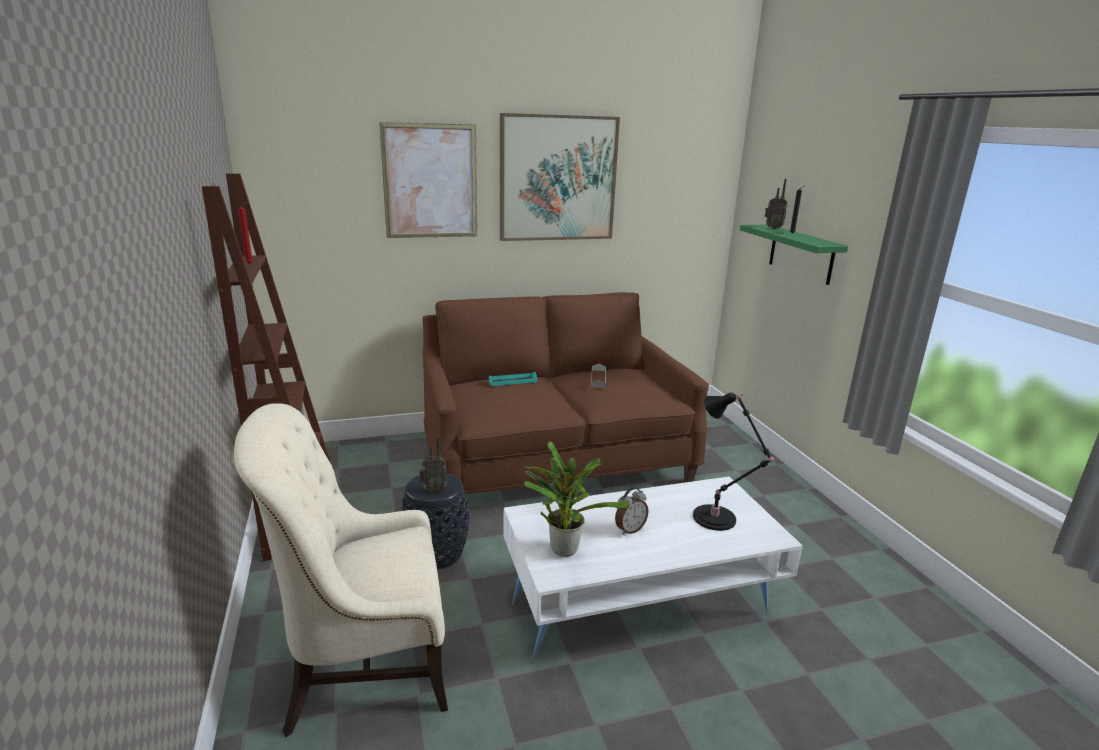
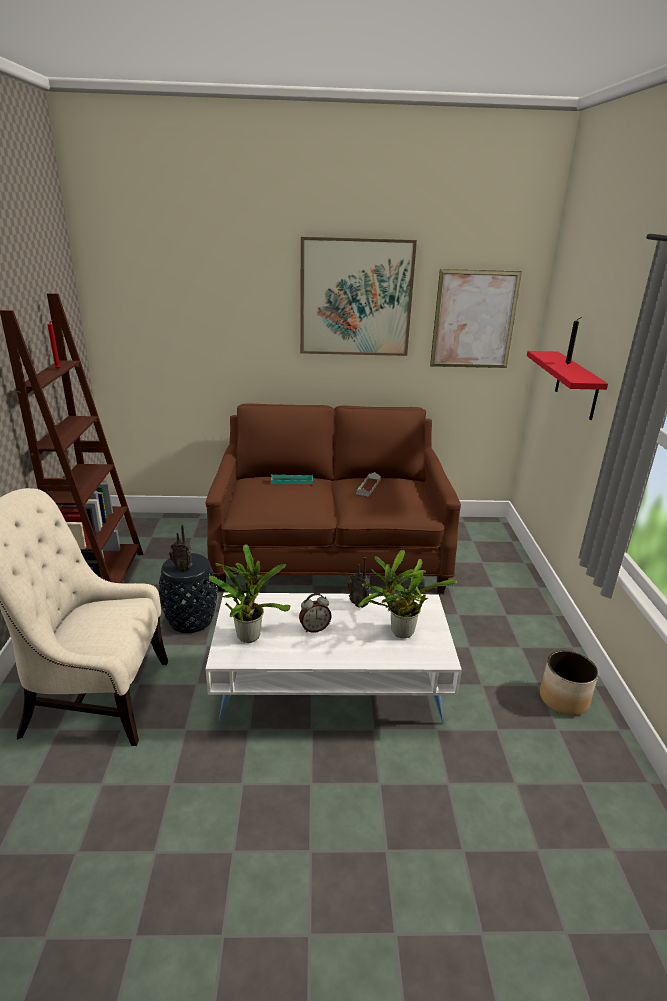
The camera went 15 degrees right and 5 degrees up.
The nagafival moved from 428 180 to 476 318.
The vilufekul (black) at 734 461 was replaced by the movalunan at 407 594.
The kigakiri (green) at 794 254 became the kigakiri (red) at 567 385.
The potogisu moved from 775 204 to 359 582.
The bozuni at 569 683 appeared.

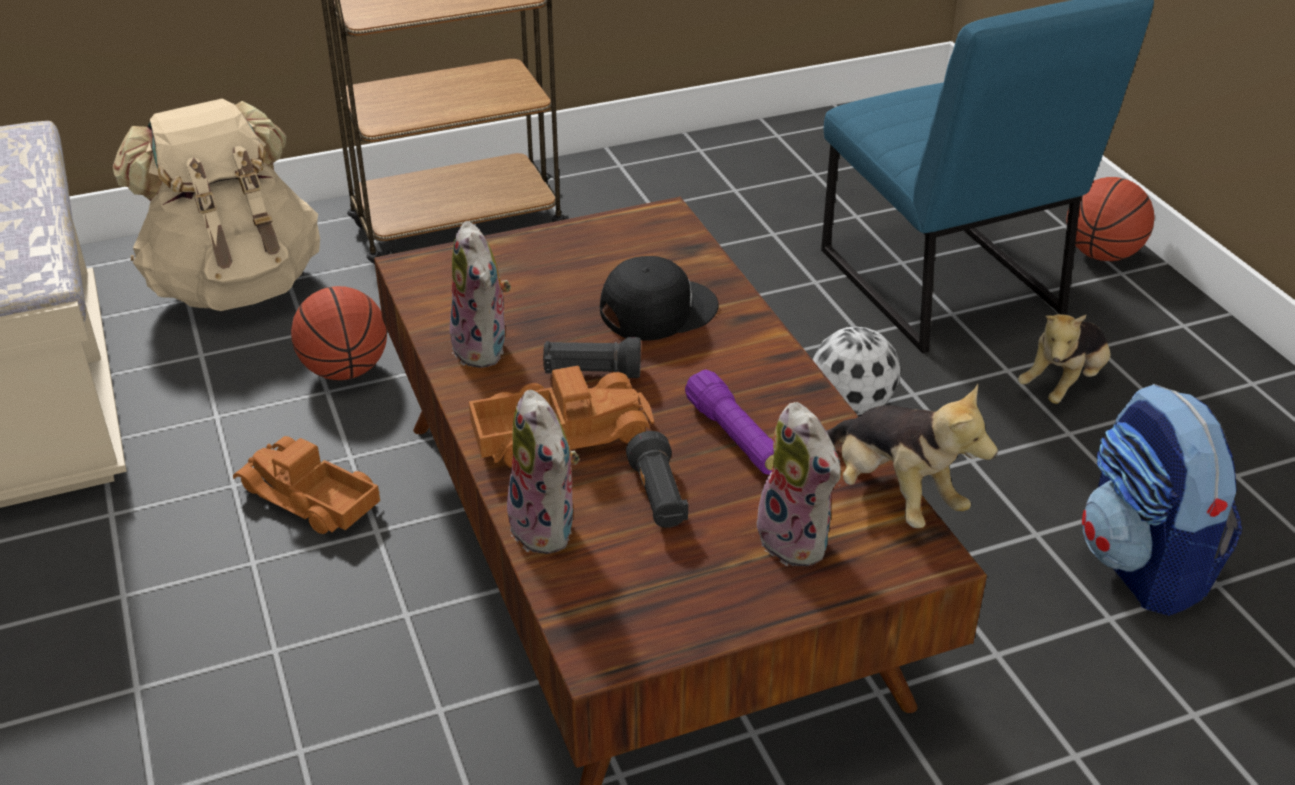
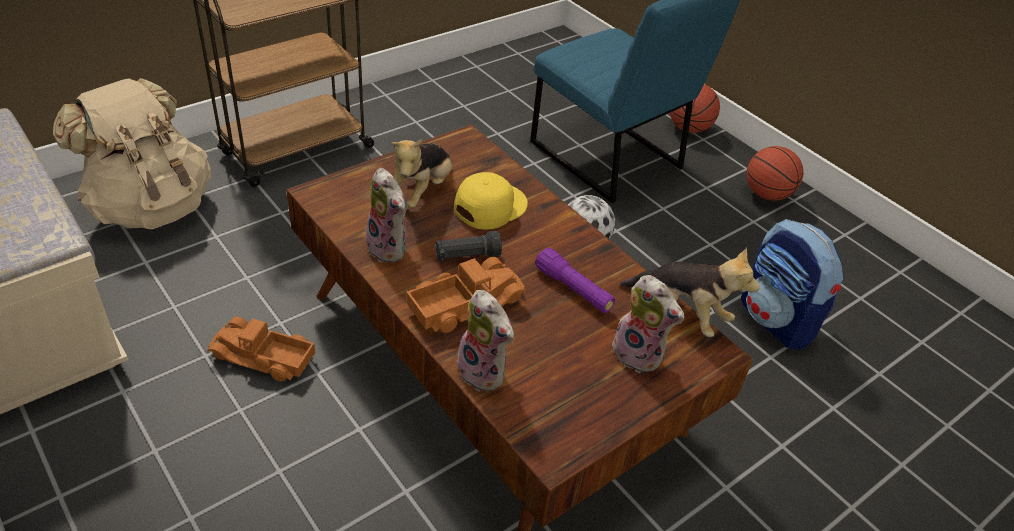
The camera went 20 degrees left and 5 degrees up.
The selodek moved from 339 333 to 775 173.
The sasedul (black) at 659 298 became the sasedul (yellow) at 491 200.
The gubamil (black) at 657 479 disappeared.
The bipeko moved from 1064 359 to 422 173.

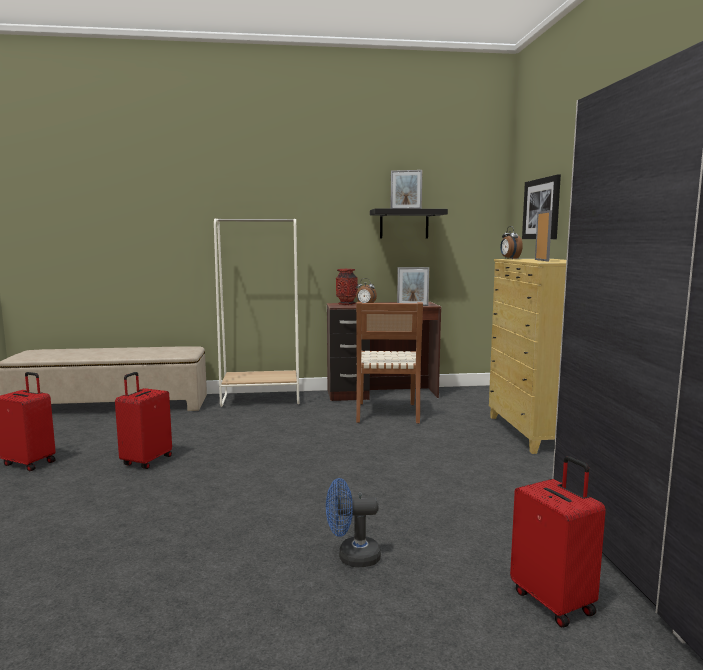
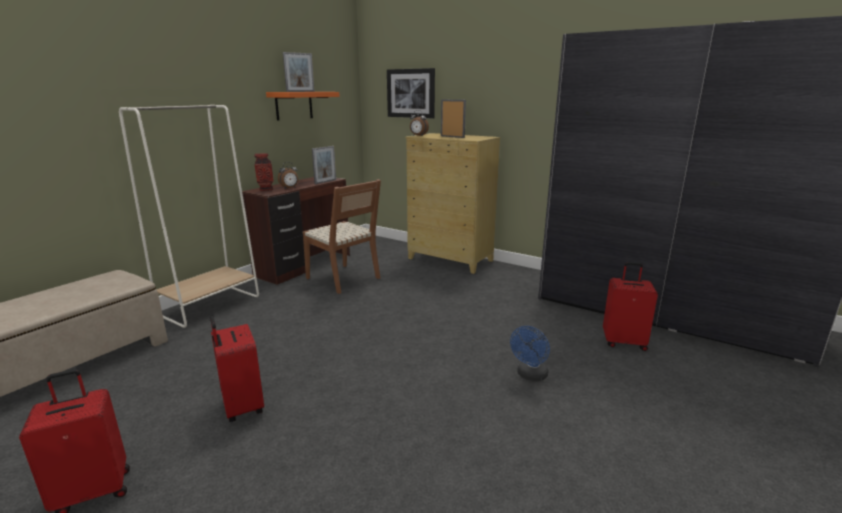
The camera went 50 degrees left and 10 degrees up.
The kigakiri (black) at 409 223 became the kigakiri (orange) at 303 106.

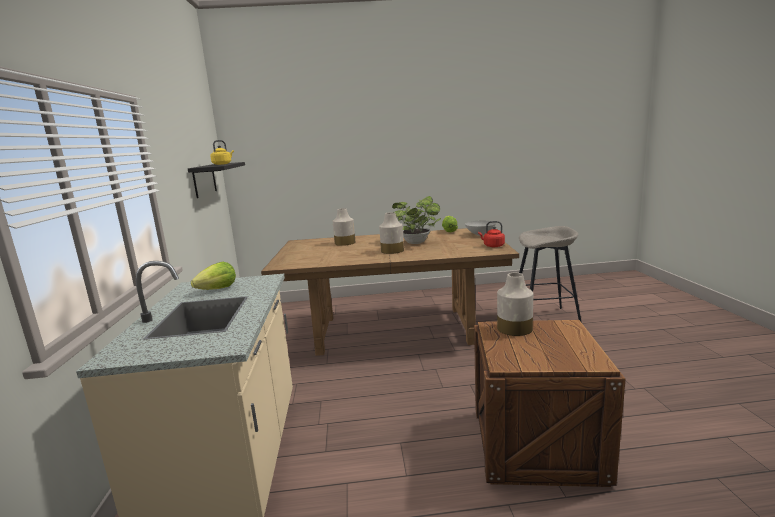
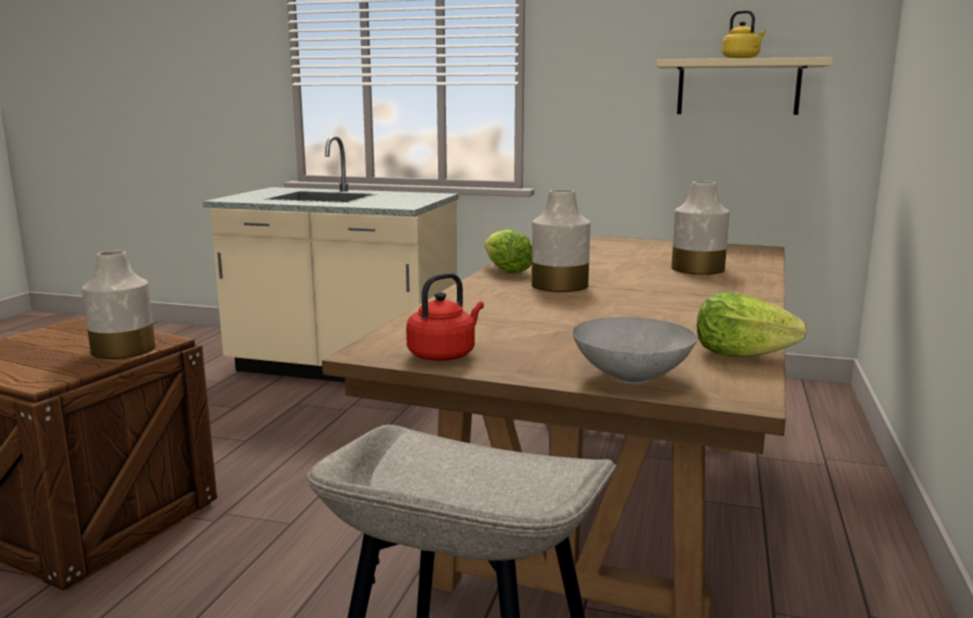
The camera went 110 degrees right and 0 degrees up.
The kigakiri (black) at 216 180 became the kigakiri (beige) at 744 86.
The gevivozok moved from 213 276 to 508 251.
The movalunan at 416 220 disappeared.

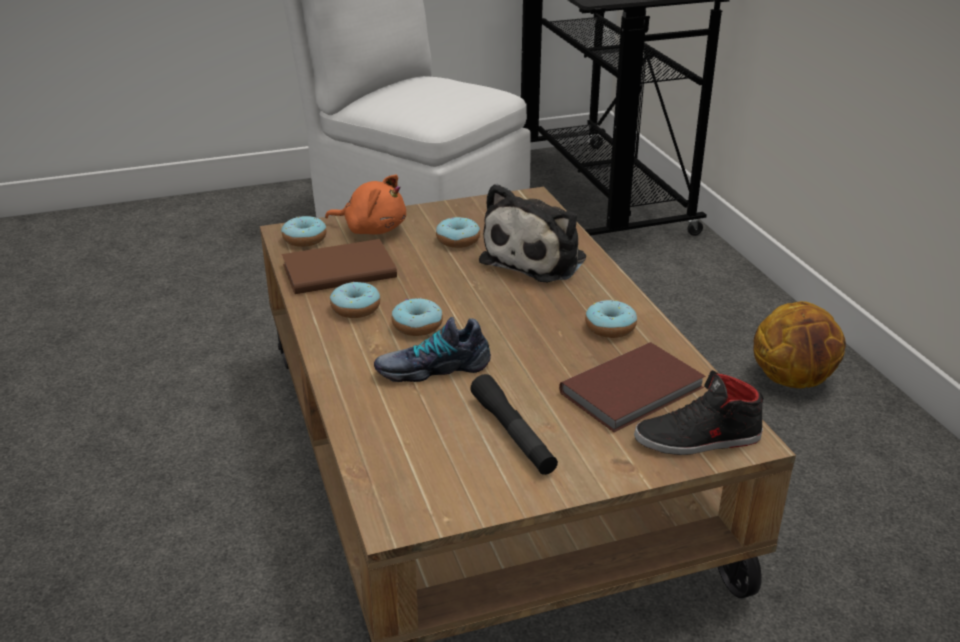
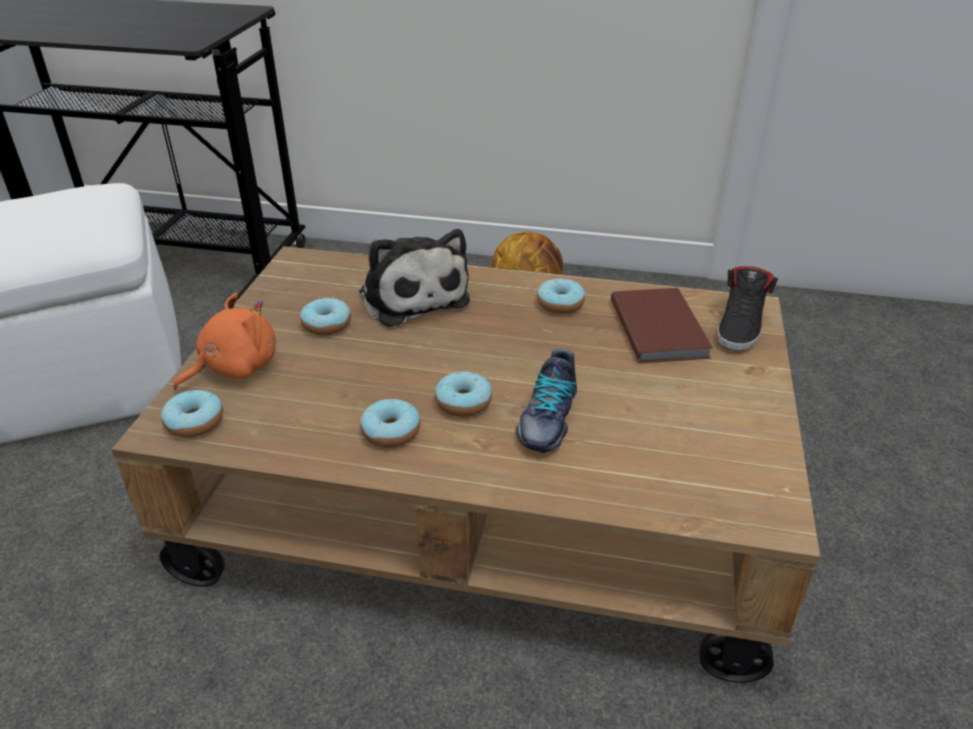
The camera went 60 degrees left and 5 degrees up.
The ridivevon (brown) at 339 266 disappeared.
The gubamil (black) at 514 424 disappeared.

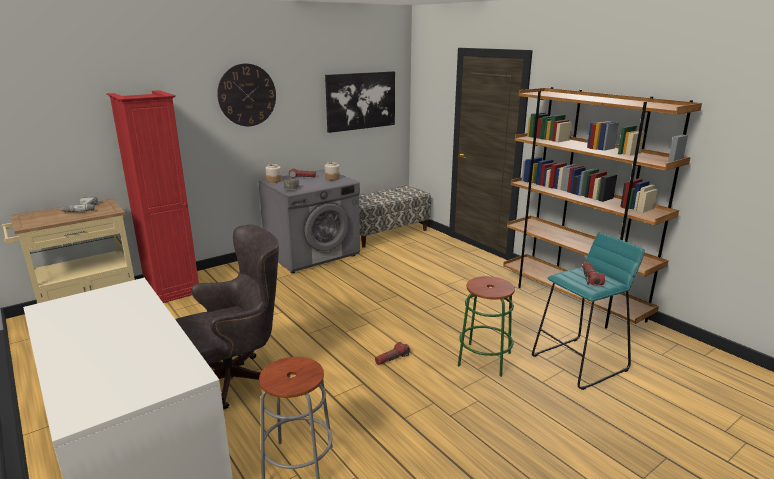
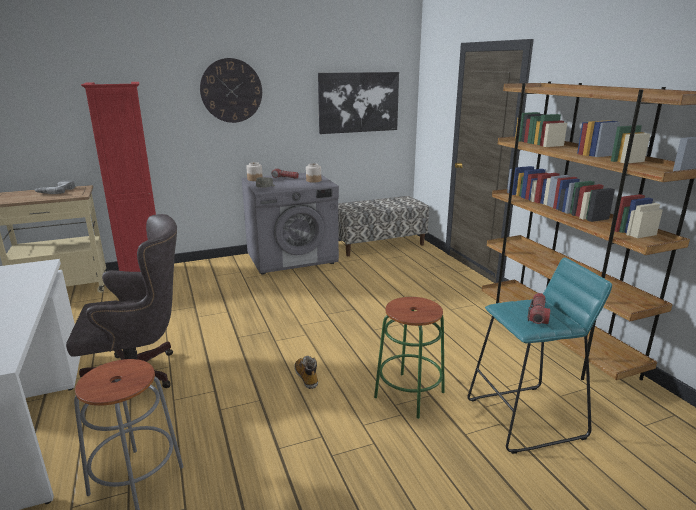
The camera went 15 degrees right and 0 degrees up.
The gubamil at 392 353 was replaced by the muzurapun at 306 372.

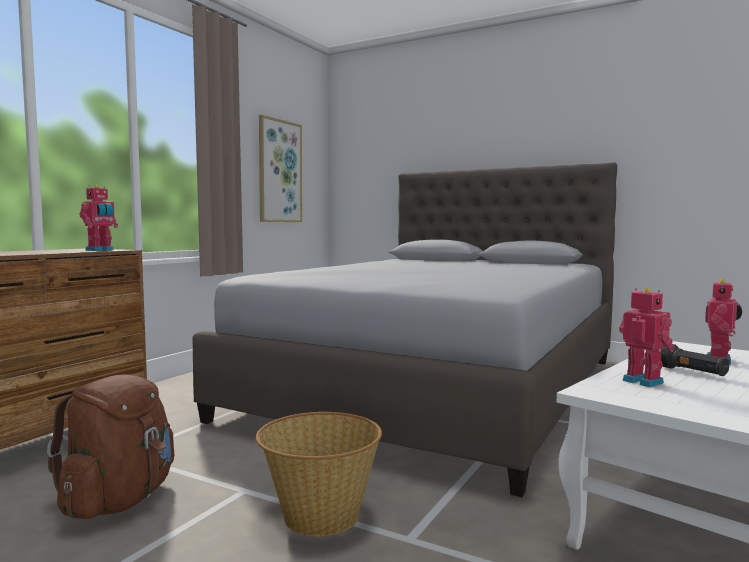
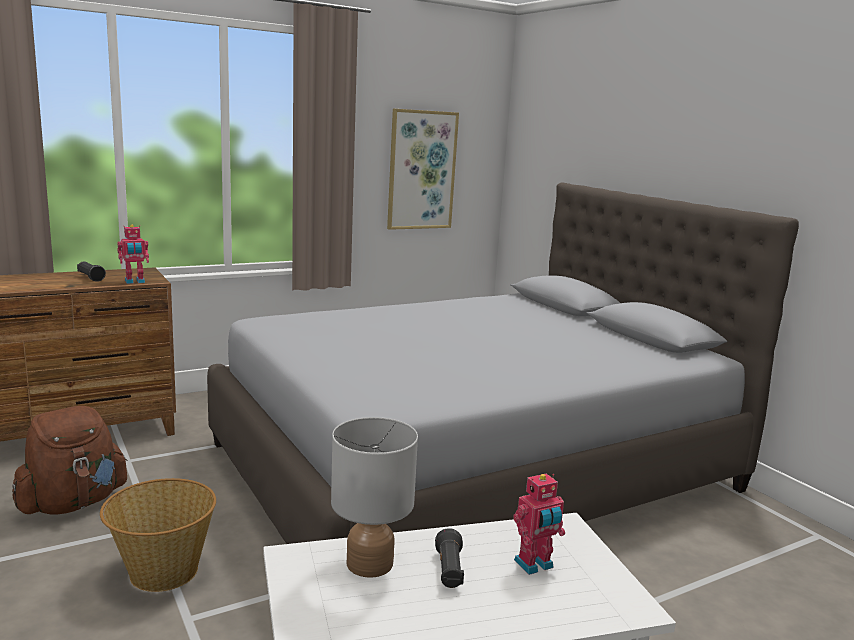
The camera went 30 degrees right and 10 degrees up.
The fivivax at 646 337 was replaced by the vilufekul (grey) at 374 497.
The gubamil (black) at 91 271 appeared.

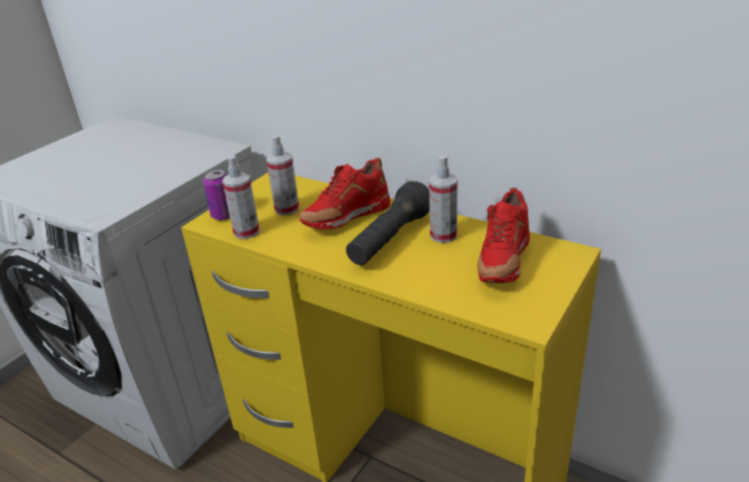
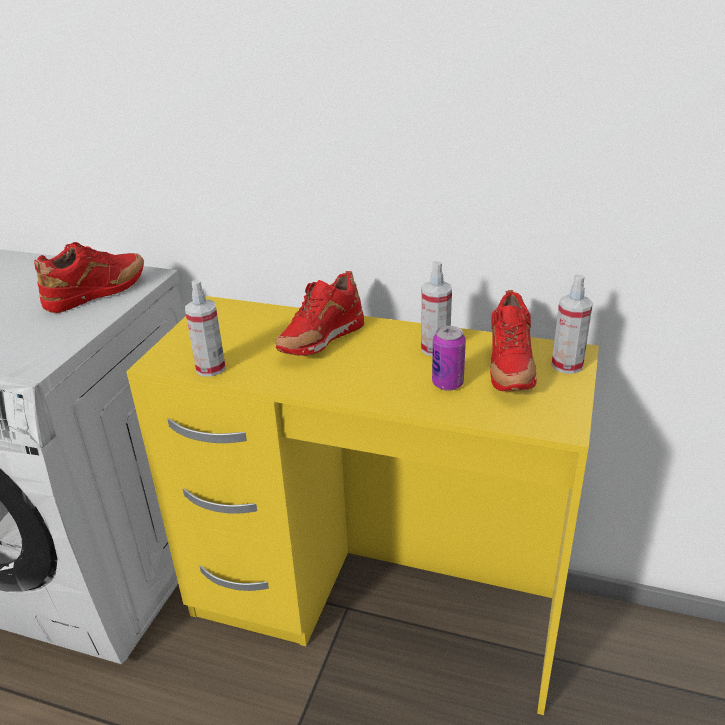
The camera went 15 degrees left and 0 degrees up.
The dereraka moved from 216 194 to 449 358.
The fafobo moved from 282 175 to 572 324.
The gubamil (black) at 388 223 disappeared.
The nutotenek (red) at 89 277 appeared.

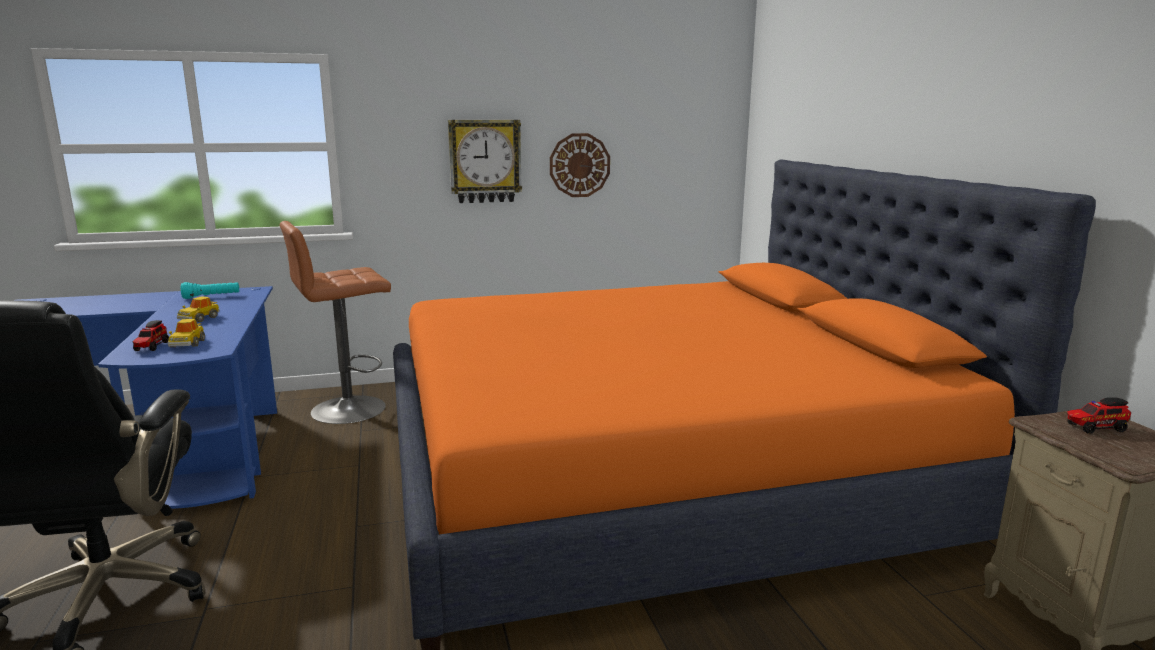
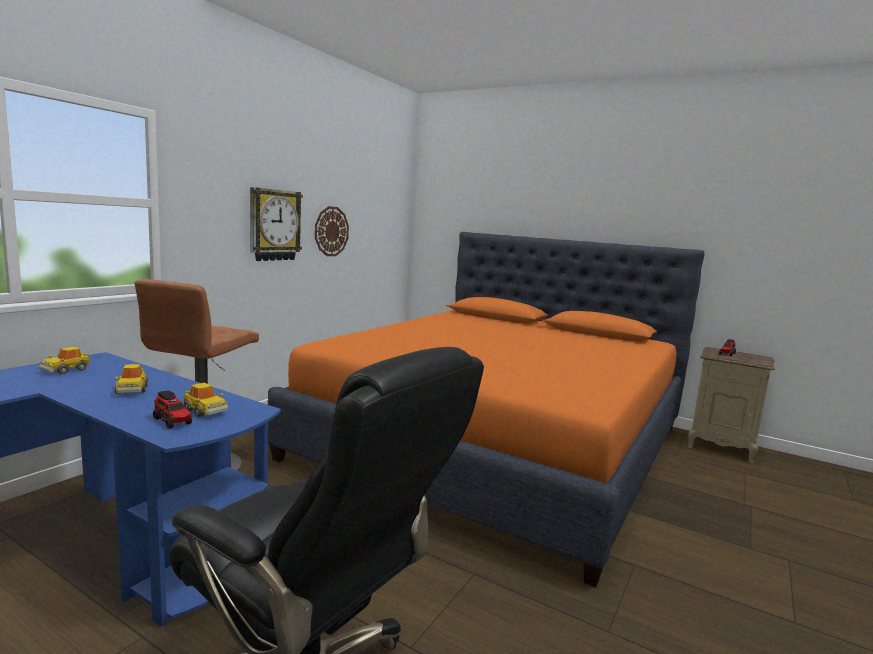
The camera went 45 degrees left and 5 degrees down.
The gubamil (turquoise) at 210 290 was replaced by the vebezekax at 65 360.

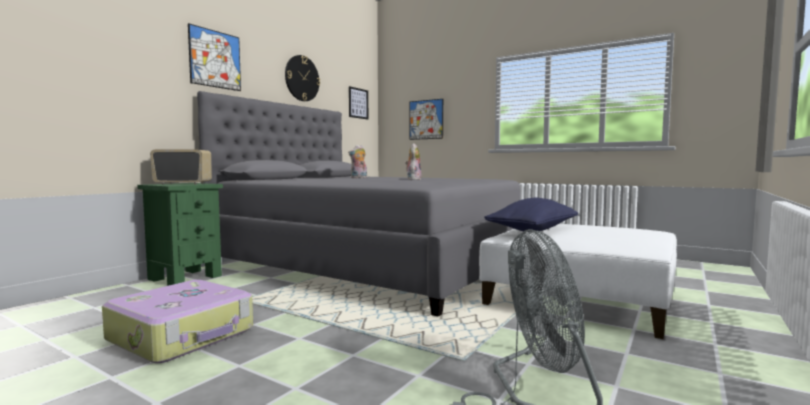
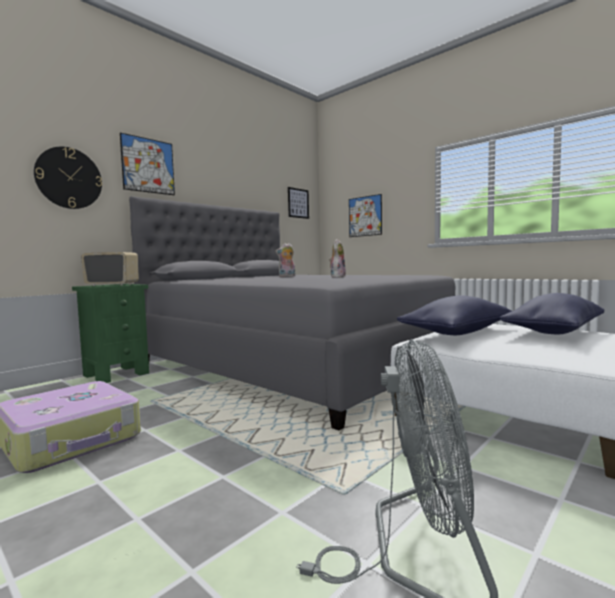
The camera went 10 degrees right and 0 degrees up.
The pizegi moved from 302 78 to 68 178.
The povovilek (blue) at 552 314 appeared.

